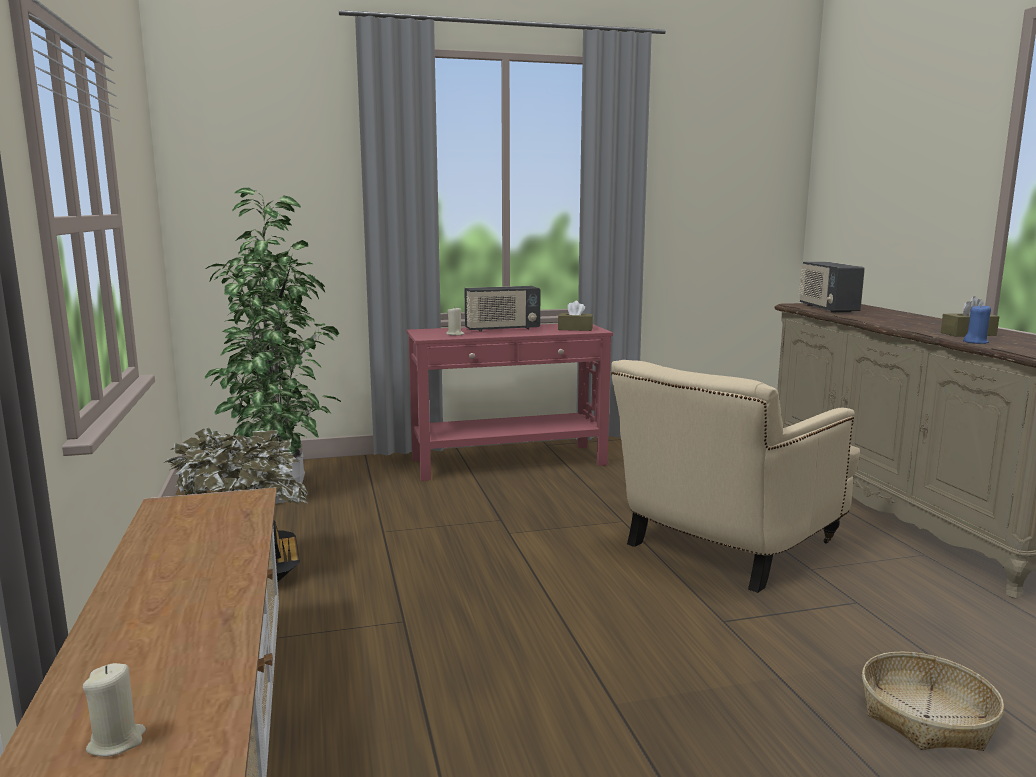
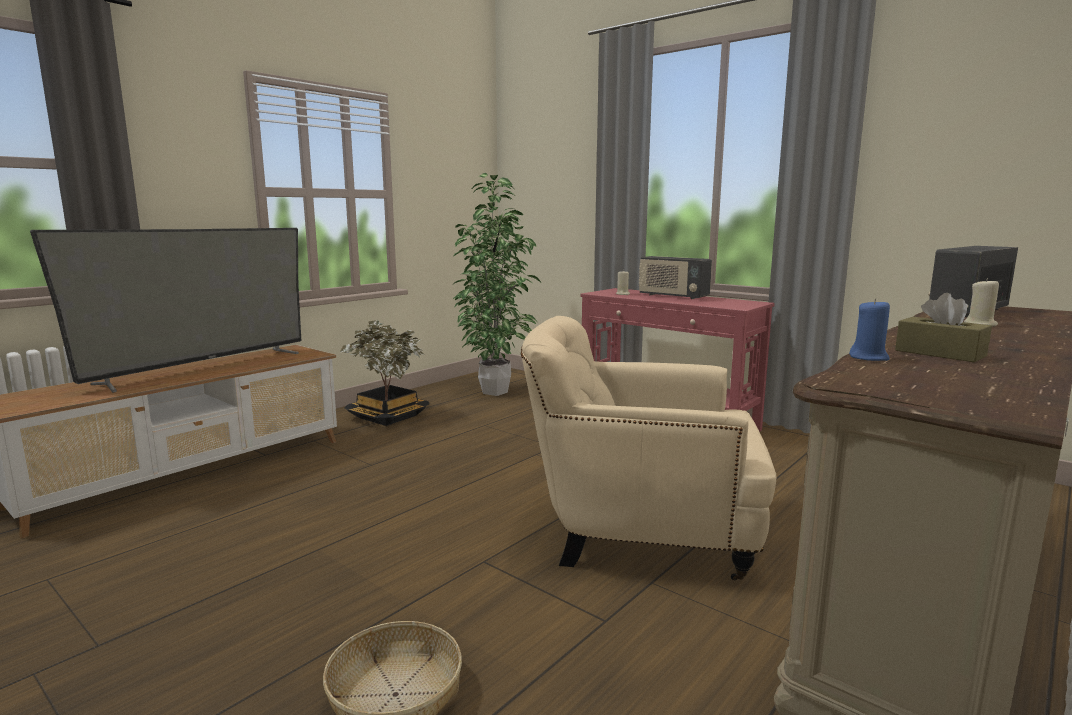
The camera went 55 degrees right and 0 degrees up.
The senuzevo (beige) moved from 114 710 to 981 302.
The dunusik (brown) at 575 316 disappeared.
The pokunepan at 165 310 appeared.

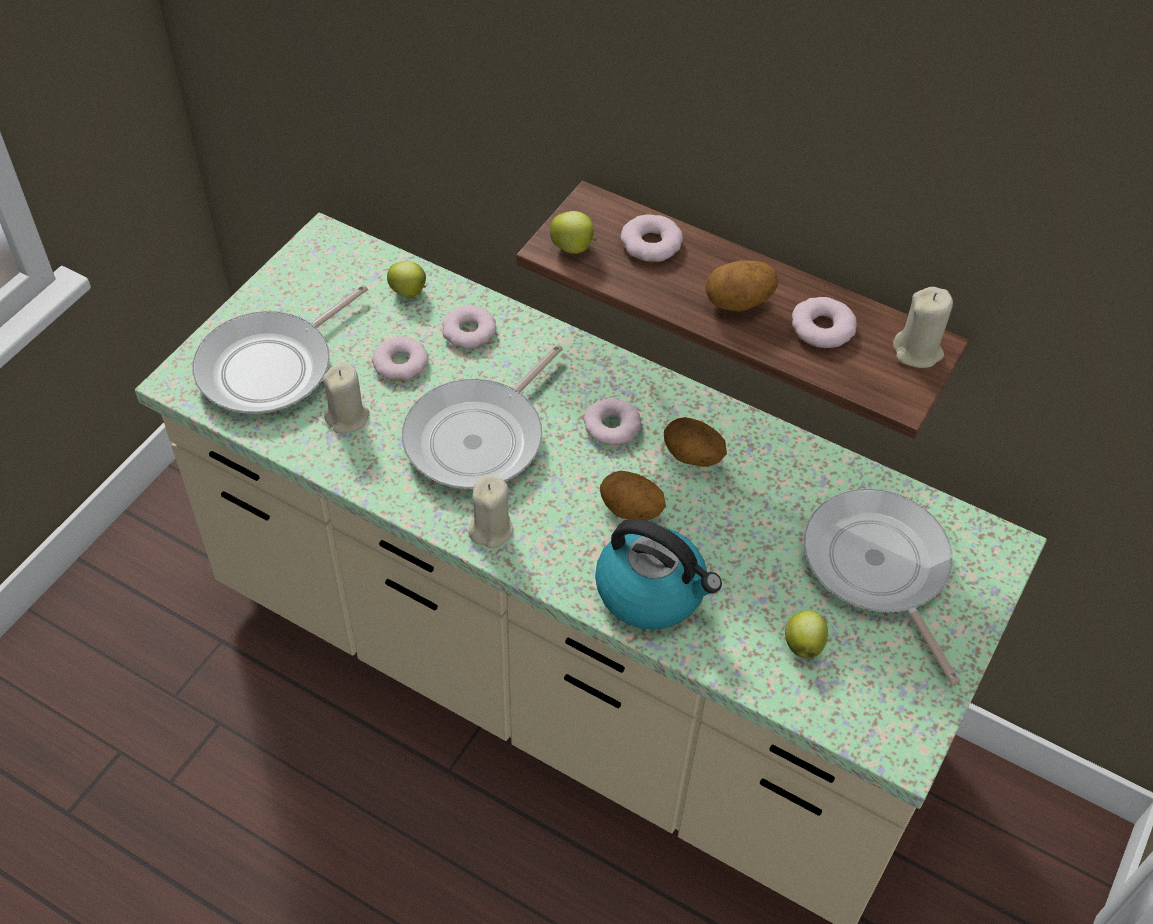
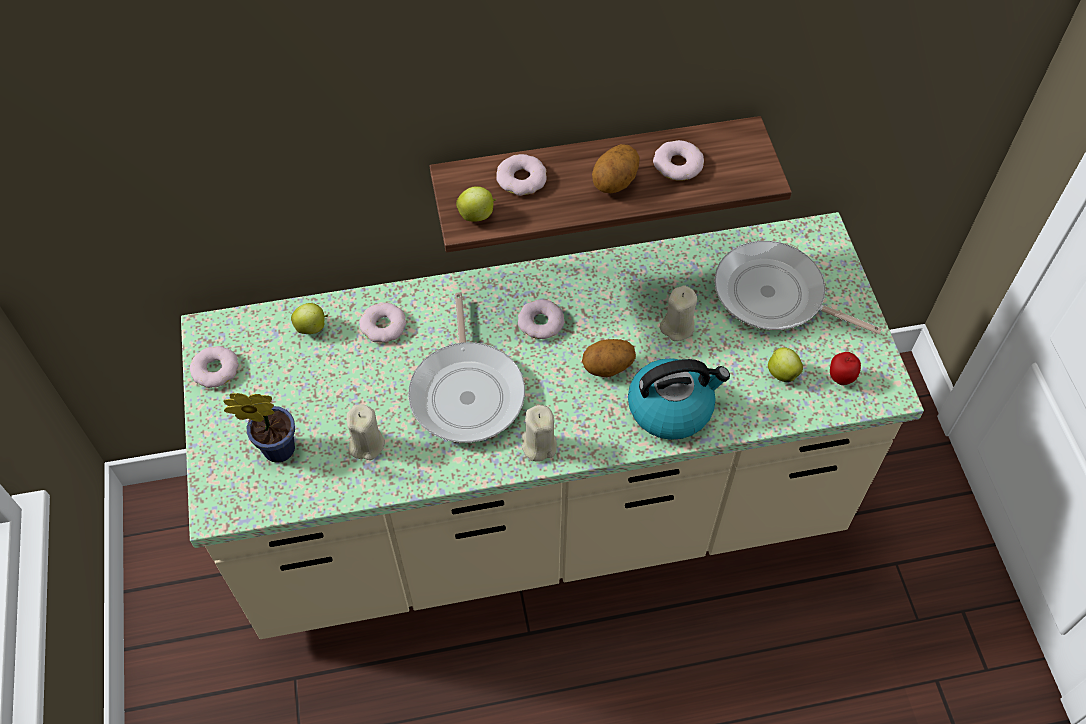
The camera went 40 degrees left and 5 degrees up.
The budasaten at 280 349 was replaced by the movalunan at 259 428.
The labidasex moved from 400 358 to 214 367.
The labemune at 695 442 disappeared.
The senuzevo (beige) moved from 923 327 to 678 313.
The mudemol at 845 368 appeared.

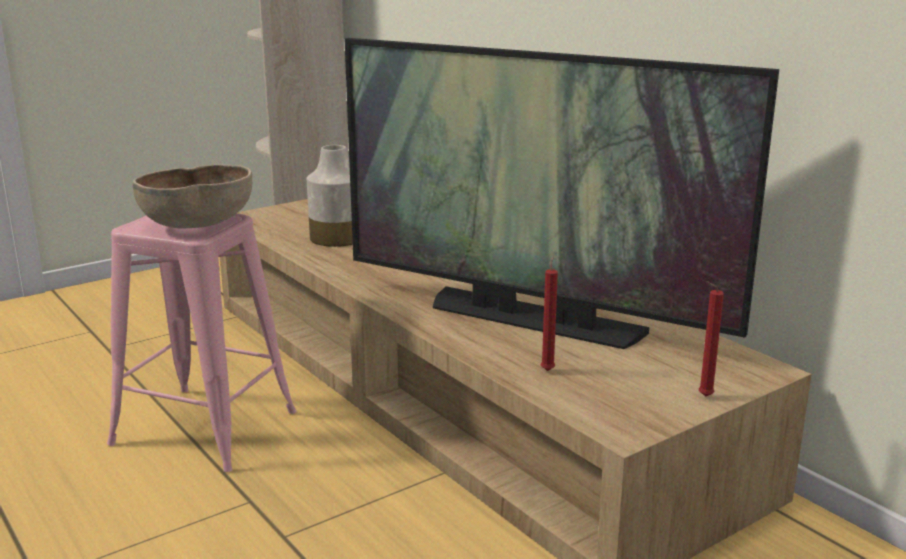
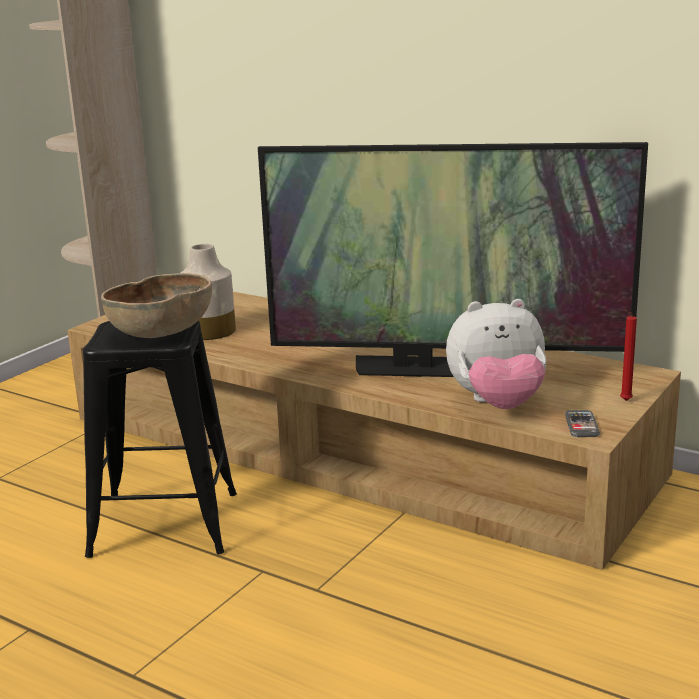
The camera went 20 degrees left and 0 degrees up.
The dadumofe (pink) at 201 343 became the dadumofe (black) at 160 439.
The senuzevo (red) at 549 313 was replaced by the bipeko at 496 354.
The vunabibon at 582 423 appeared.

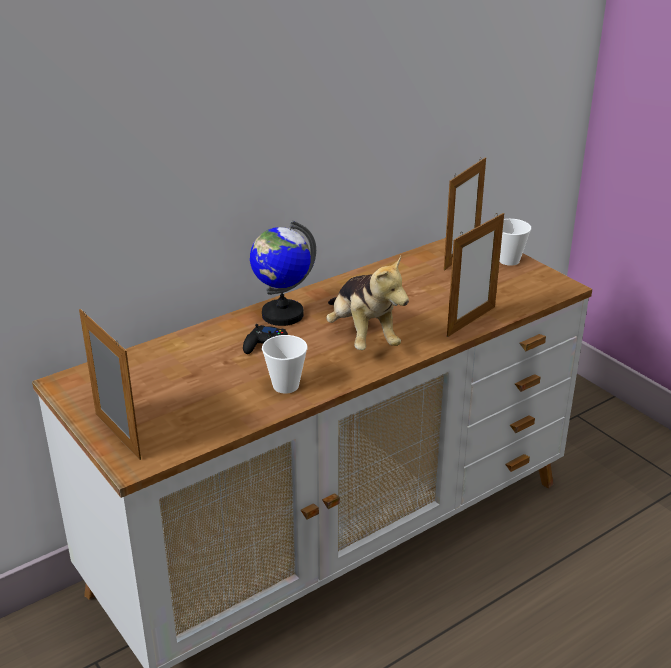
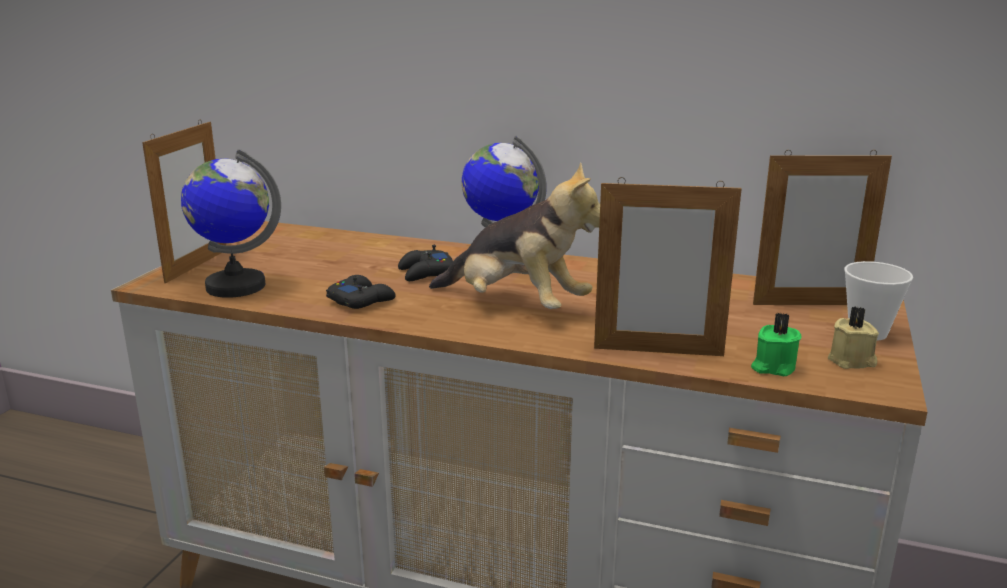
The camera went 55 degrees right and 10 degrees down.
The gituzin at 284 364 was replaced by the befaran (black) at 361 292.
The bipeko at 367 303 turned 90 degrees counterclockwise.
The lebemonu at 231 223 appeared.
The senuzevo (green) at 776 344 appeared.
The senuzevo (beige) at 853 337 appeared.

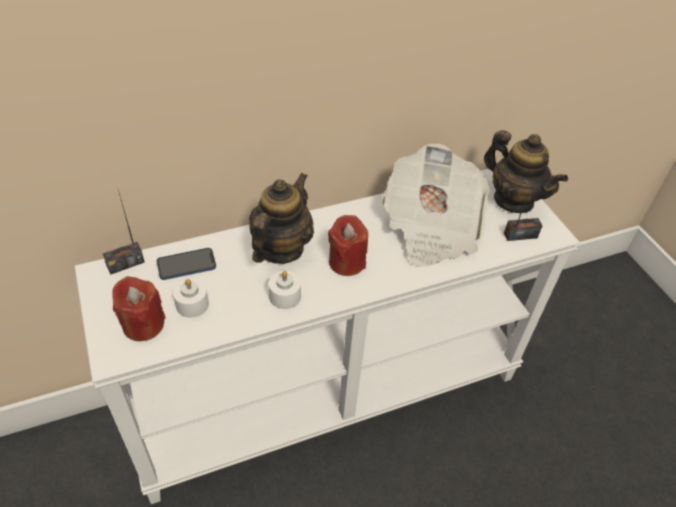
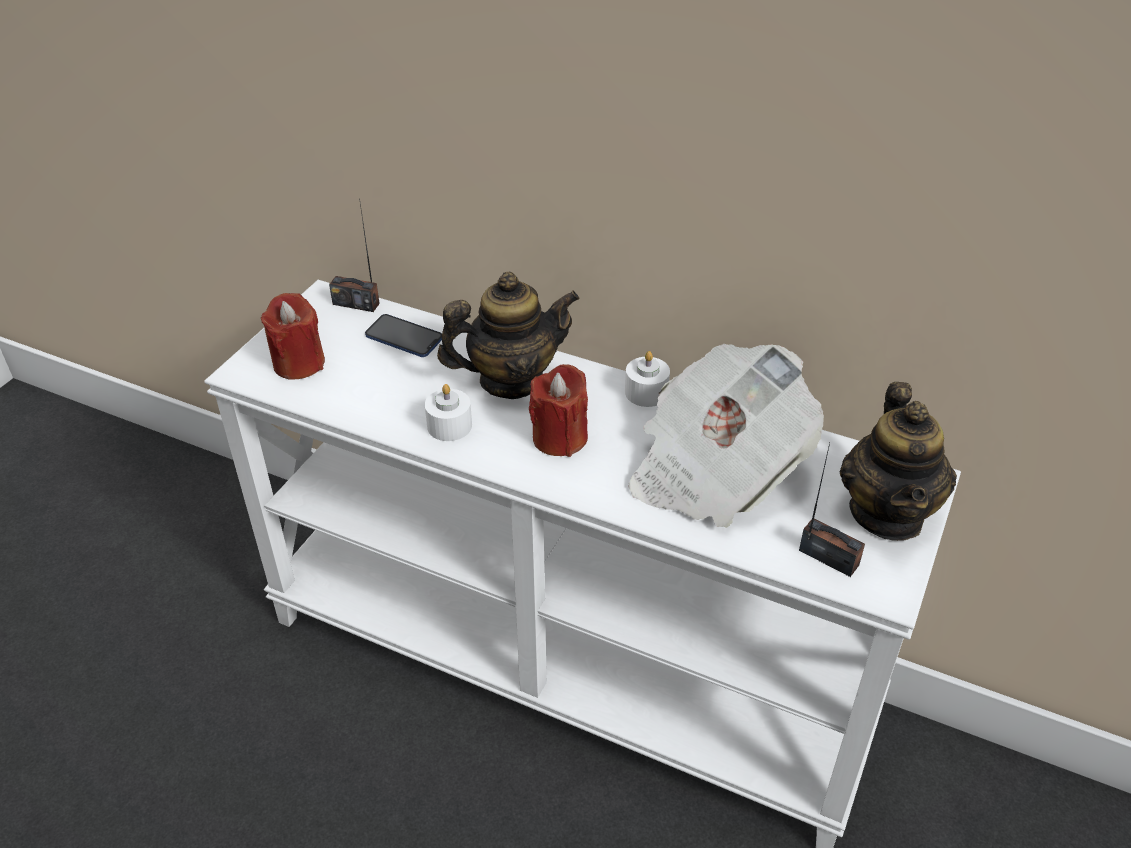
The camera went 50 degrees right and 5 degrees down.
The senuzevo (white) moved from 191 298 to 647 379.

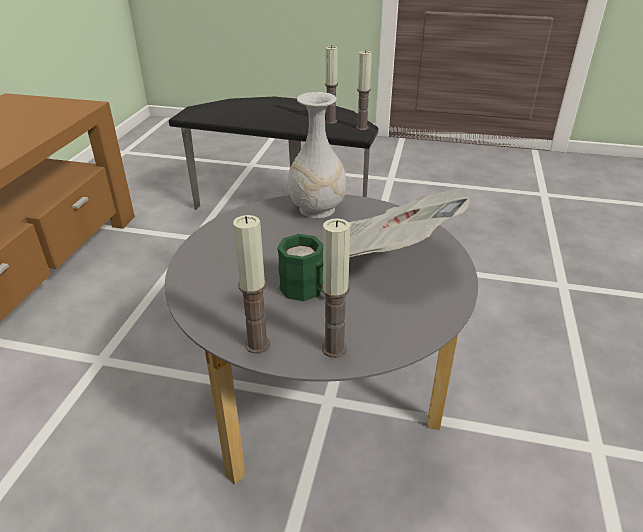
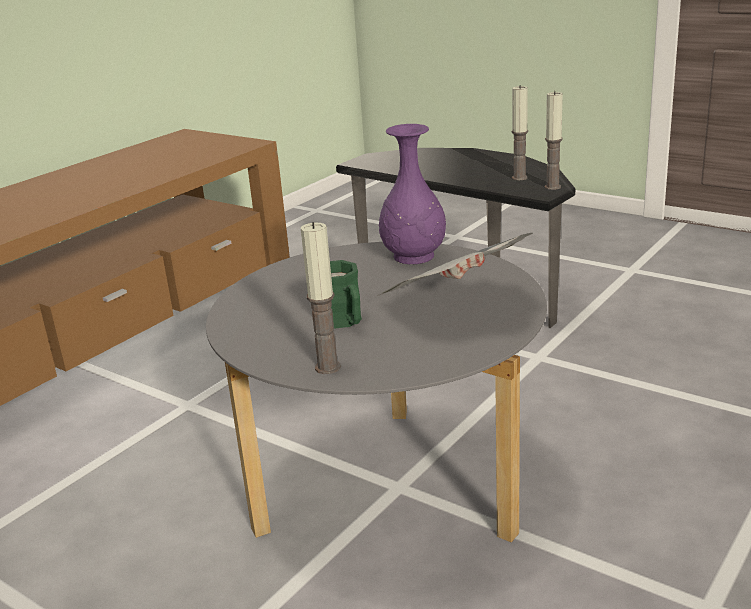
The camera went 25 degrees right and 10 degrees down.
The senuzevo at 251 284 disappeared.
The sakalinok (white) at 317 155 became the sakalinok (purple) at 412 194.

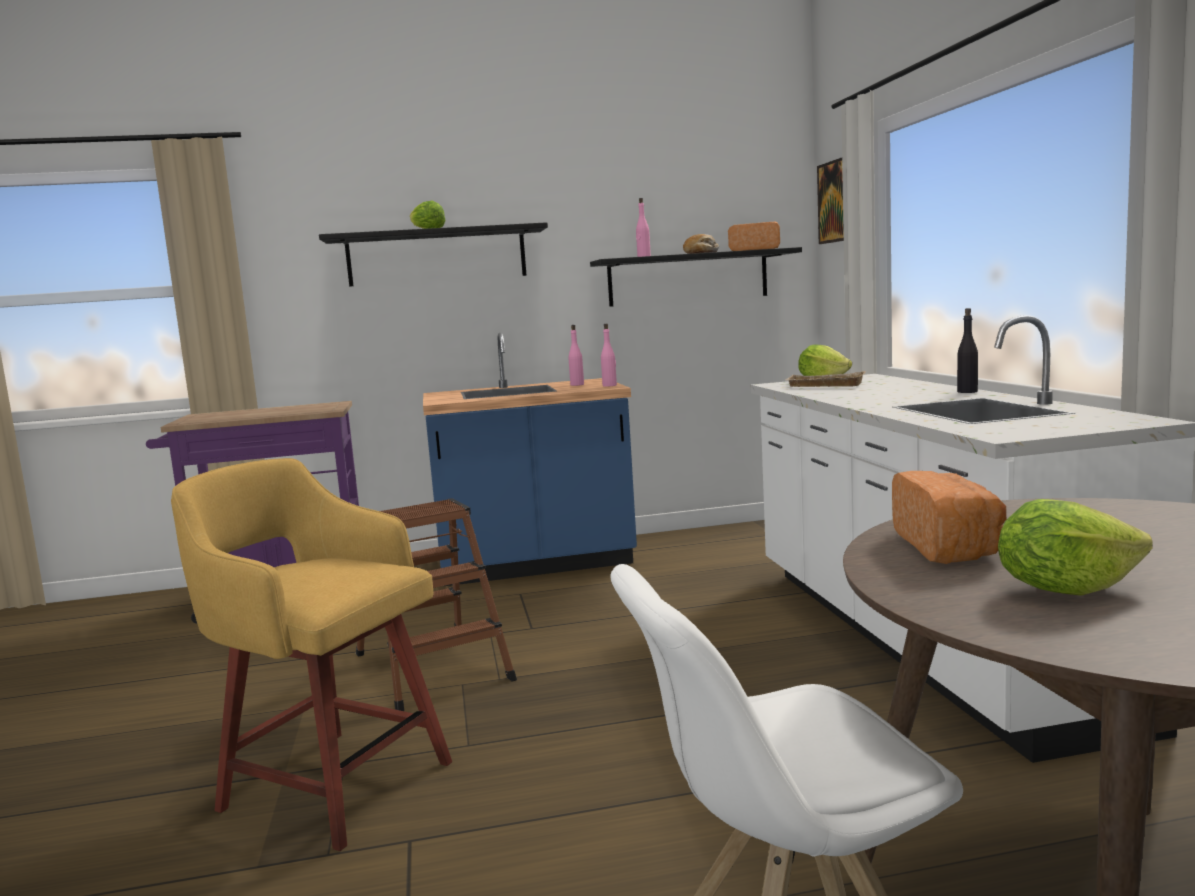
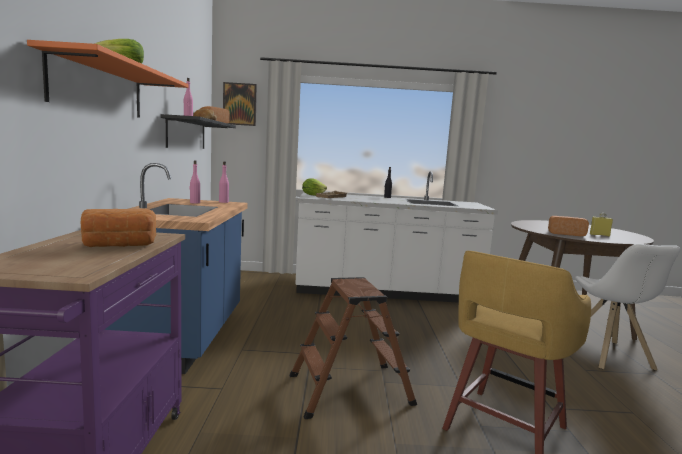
The camera went 80 degrees left and 0 degrees up.
The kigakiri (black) at 433 254 became the kigakiri (orange) at 107 79.
The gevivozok at 1075 547 was replaced by the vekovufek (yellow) at 601 225.
The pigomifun at 118 228 appeared.

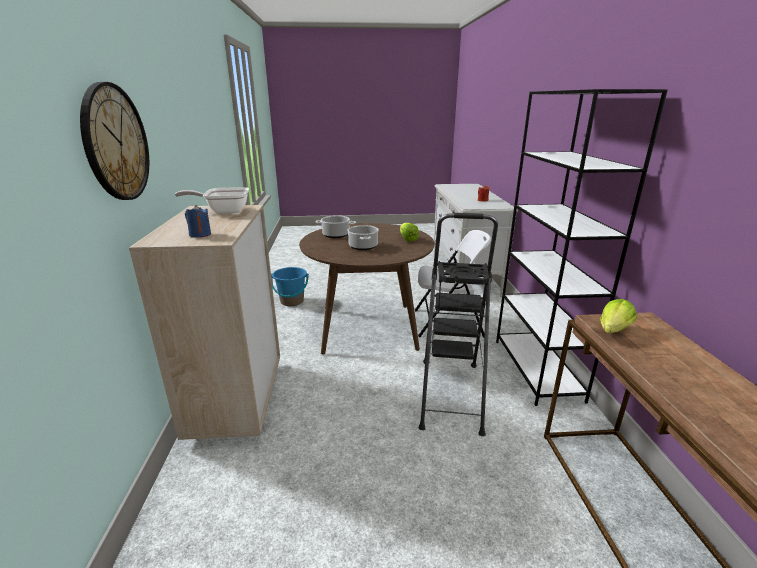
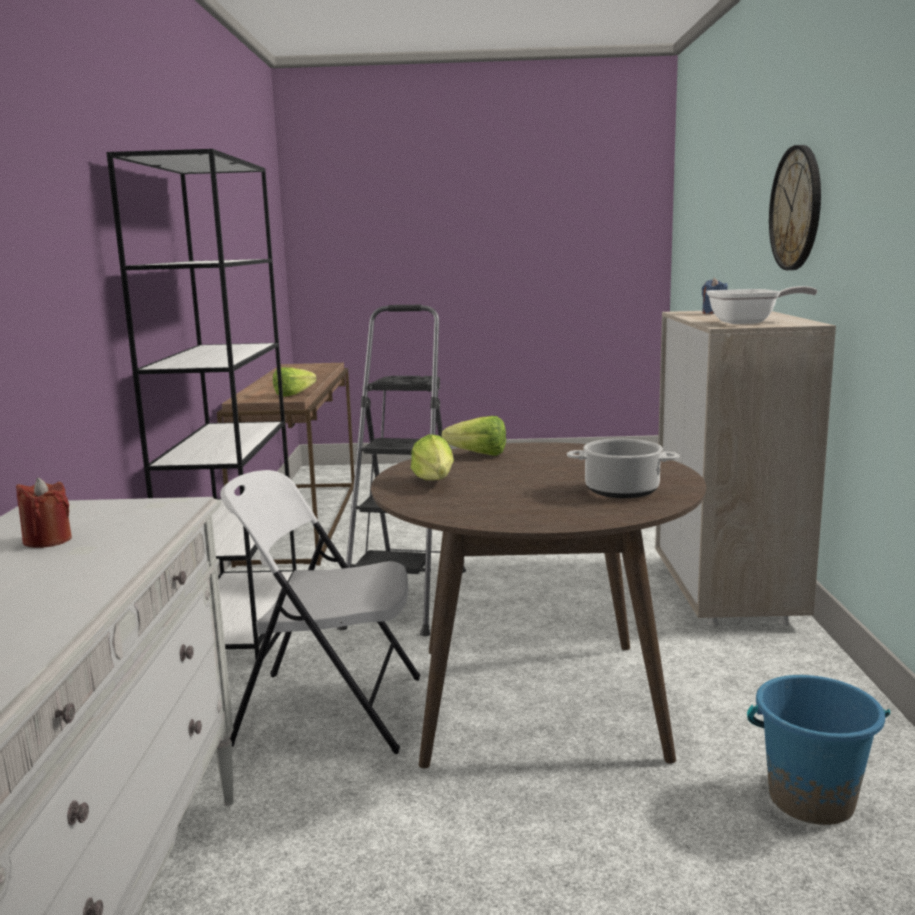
The camera went 175 degrees left and 10 degrees down.
The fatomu at 363 237 disappeared.
The gevivozok at 473 436 appeared.

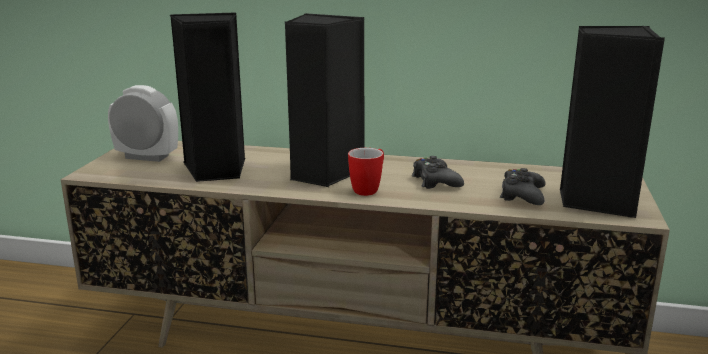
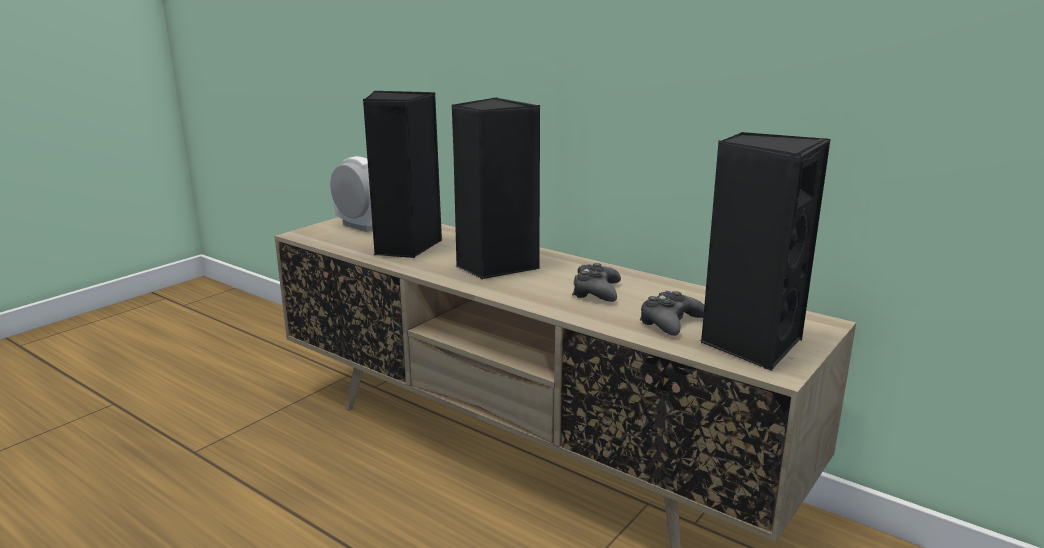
The camera went 25 degrees right and 0 degrees up.
The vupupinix at 366 172 disappeared.

